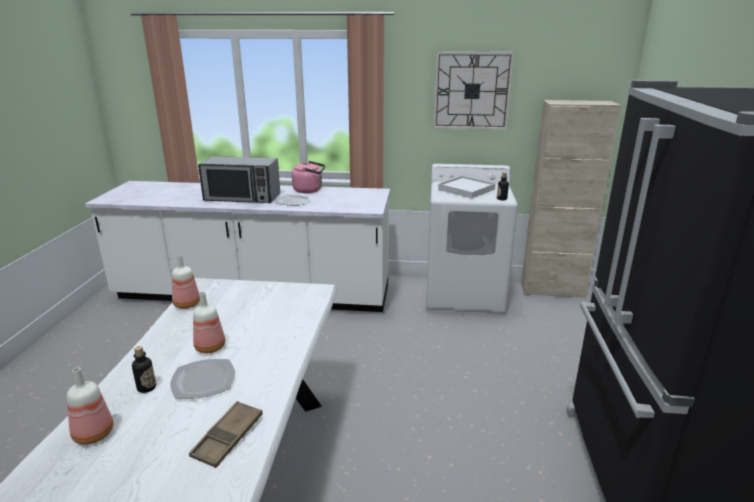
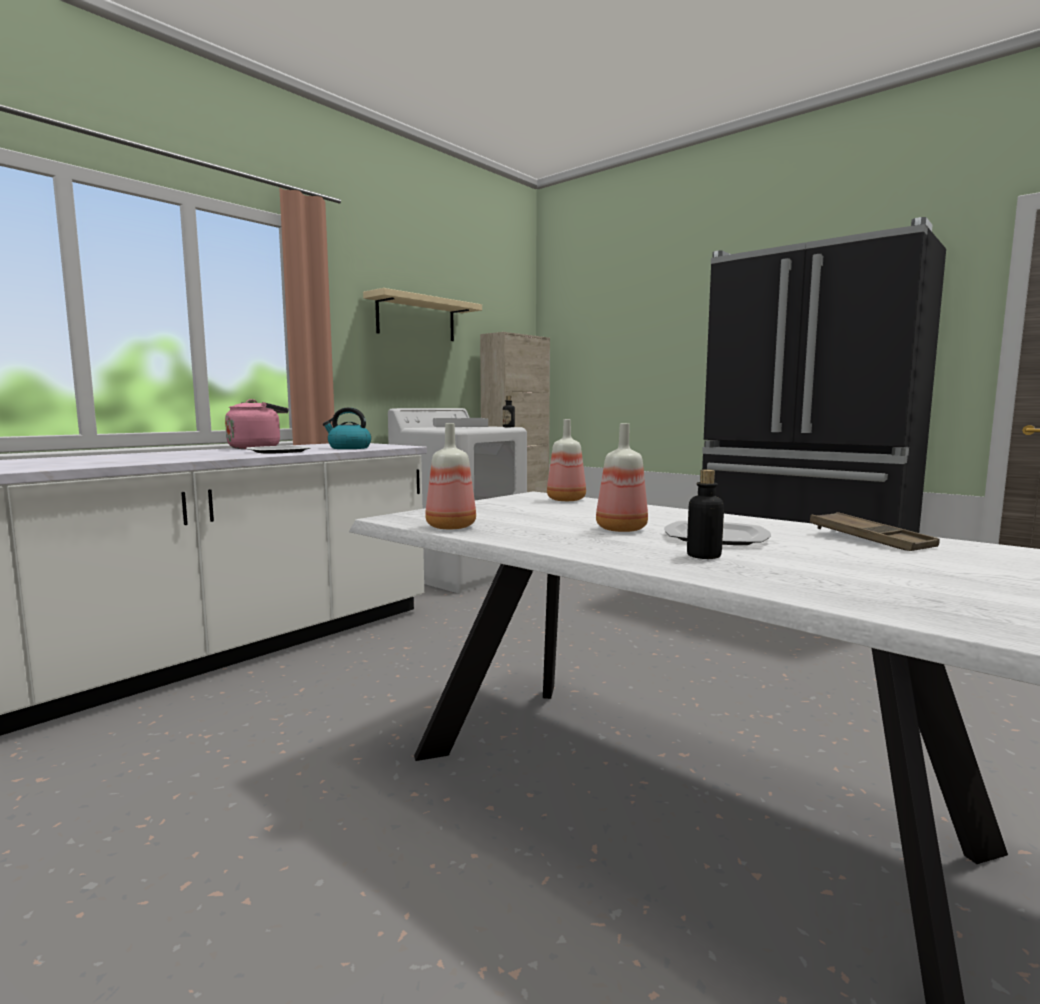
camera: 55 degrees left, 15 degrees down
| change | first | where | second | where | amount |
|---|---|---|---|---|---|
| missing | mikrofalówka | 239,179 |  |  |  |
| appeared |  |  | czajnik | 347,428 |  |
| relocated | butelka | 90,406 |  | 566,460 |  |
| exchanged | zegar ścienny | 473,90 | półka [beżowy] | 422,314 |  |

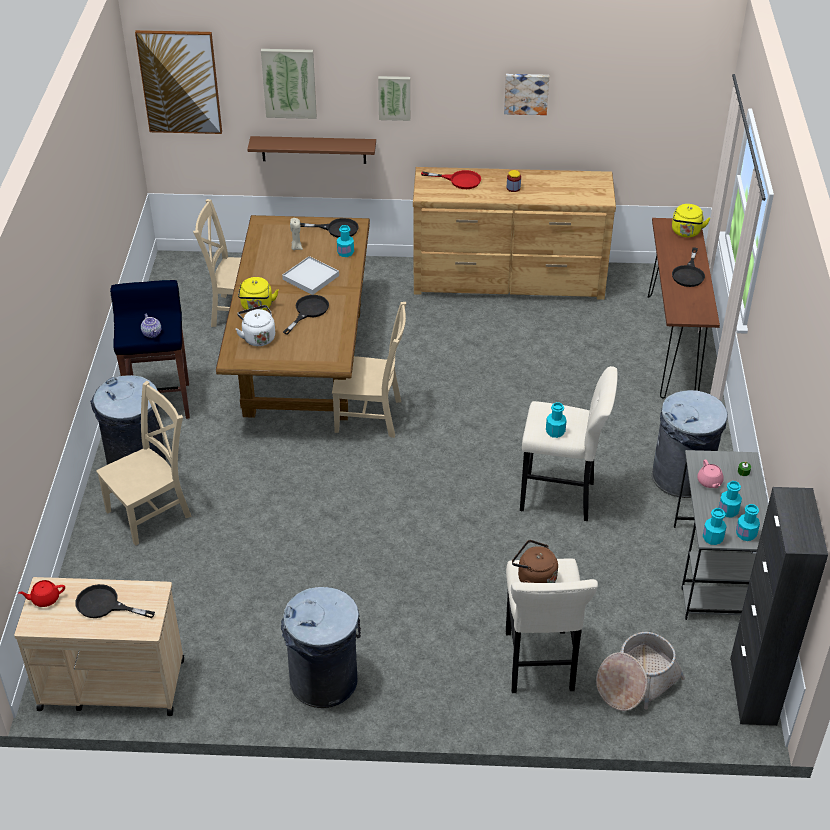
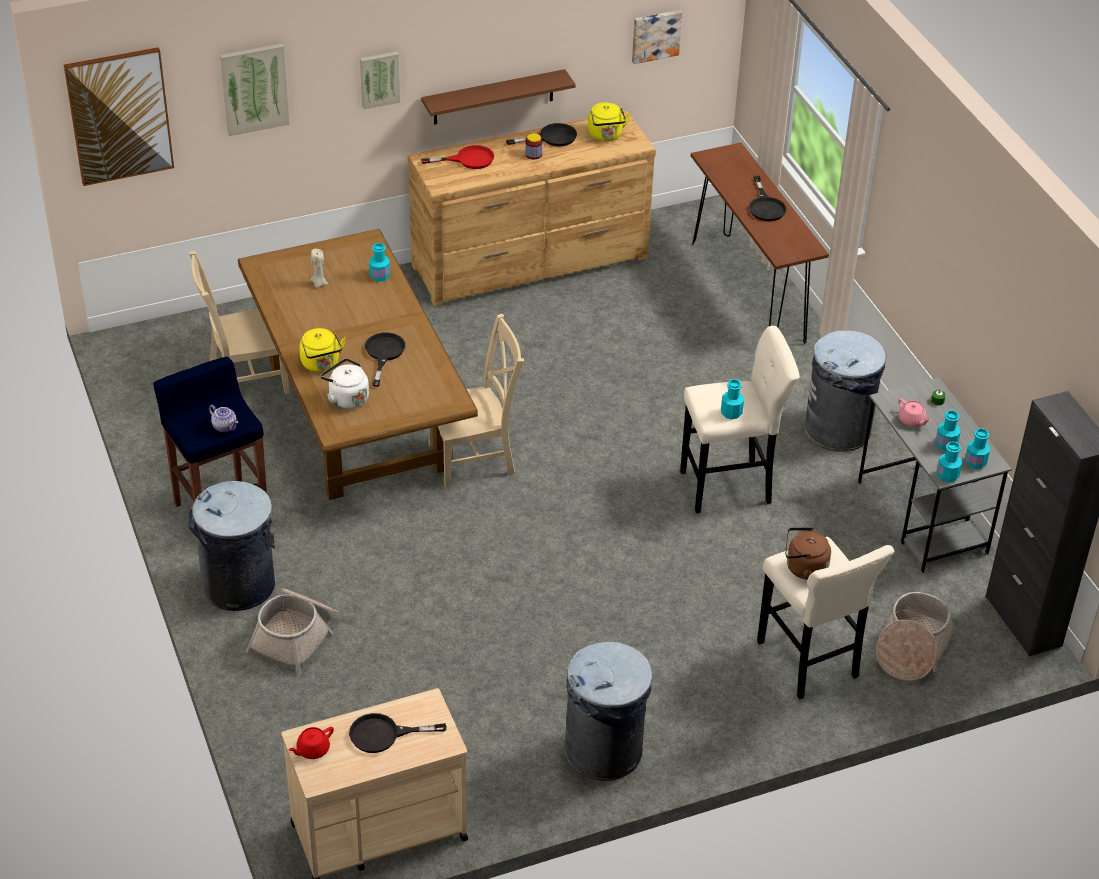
camera: 25 degrees left, 0 degrees up
| change | first | where | second | where | amount |
|---|---|---|---|---|---|
| missing | taca [biały] | 310,275 |  |  |  |
| relocated | półka [brązowy] | 311,150 |  | 498,97 |  |
| relocated | patelnia [czarny] | 329,228 |  | 541,135 |  |
| relocated | obraz | 526,94 |  | 657,37 |  |
| relocated | czajnik [żółty] | 691,220 |  | 609,121 |  |
| exchanged | krzesło [beżowy] | 144,463 | koszyk | 292,631 |  |

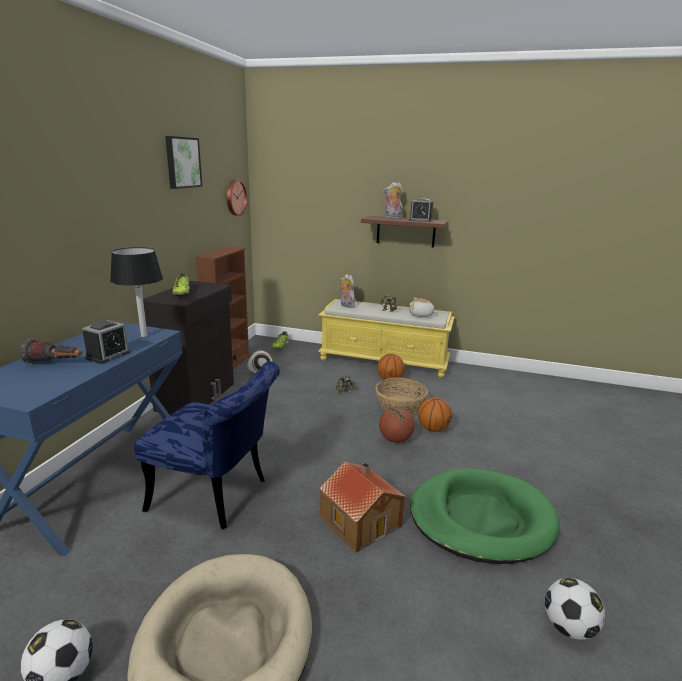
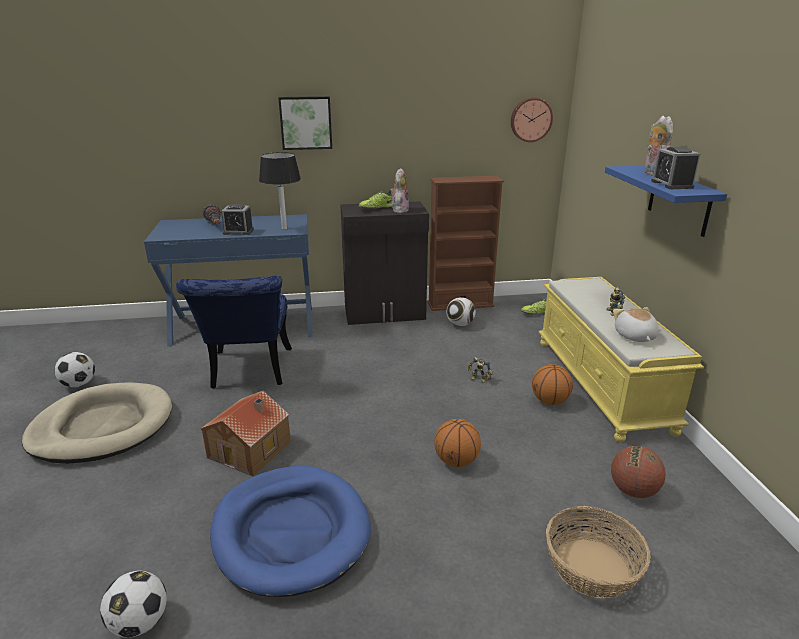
camera: 65 degrees right, 5 degrees up
| change | first | where | second | where | amount |
|---|---|---|---|---|---|
| relocated | obraz | 183,162 |  | 305,123 |  |
| relocated | pluszak | 347,291 |  | 399,190 |  |
| relocated | koszyk | 401,396 |  | 598,552 |  |
| relocated | piłka do koszykówki | 397,425 |  | 638,472 |  |
| colour | półka [brązowy] | 404,232 | półka [niebieski] | 666,201 |  |
| colour | legowisko [zielony] | 485,516 | legowisko [niebieski] | 290,531 |  |

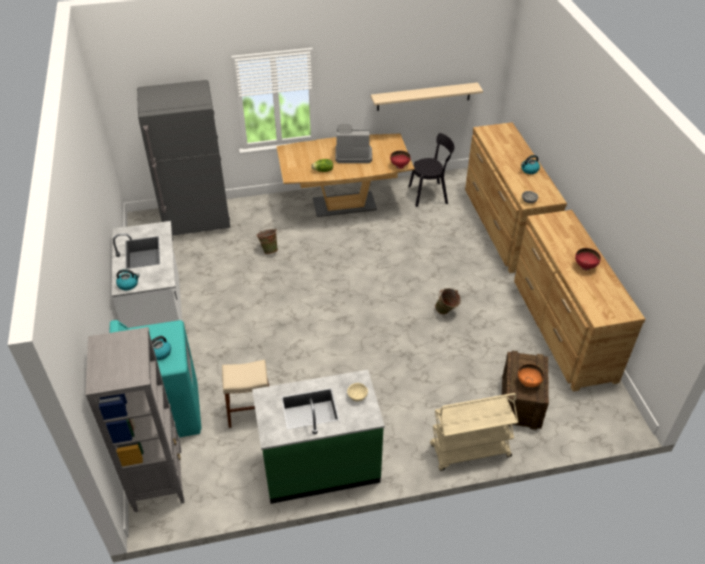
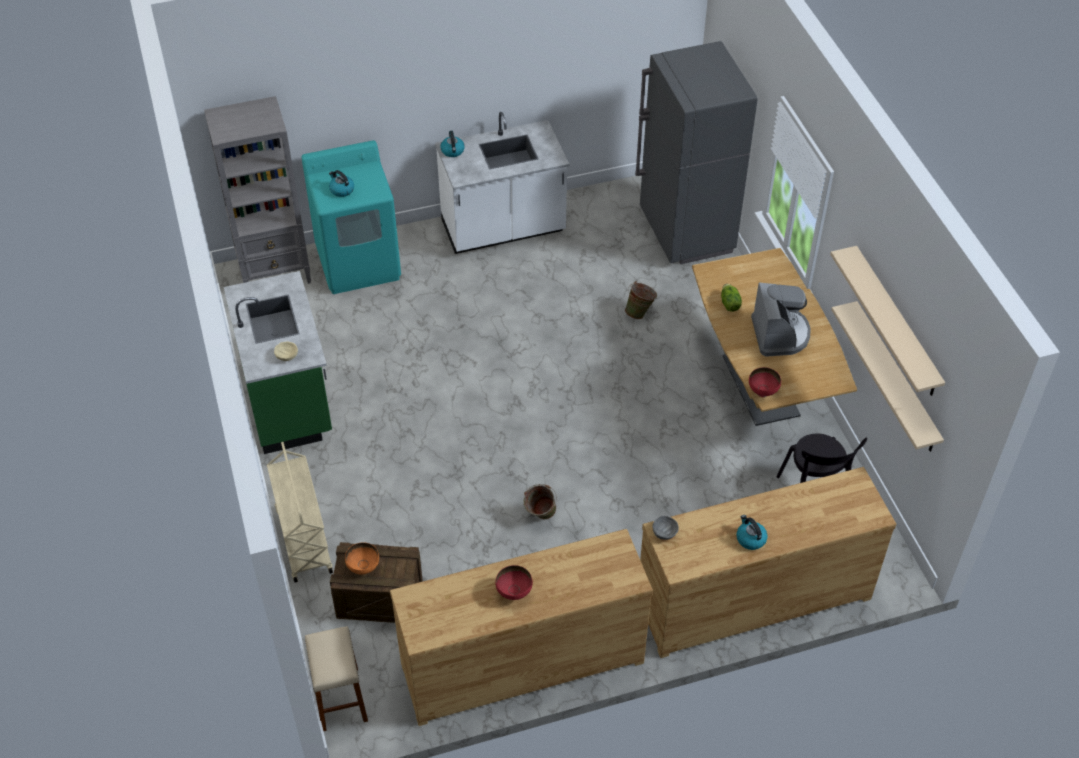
camera: 85 degrees right, 5 degrees up
| change | first | where | second | where | amount |
|---|---|---|---|---|---|
| appeared |  |  | półka [beżowy] | 887,321 |  |
| relocated | stołek [beżowy] | 245,394 |  | 336,678 |  |

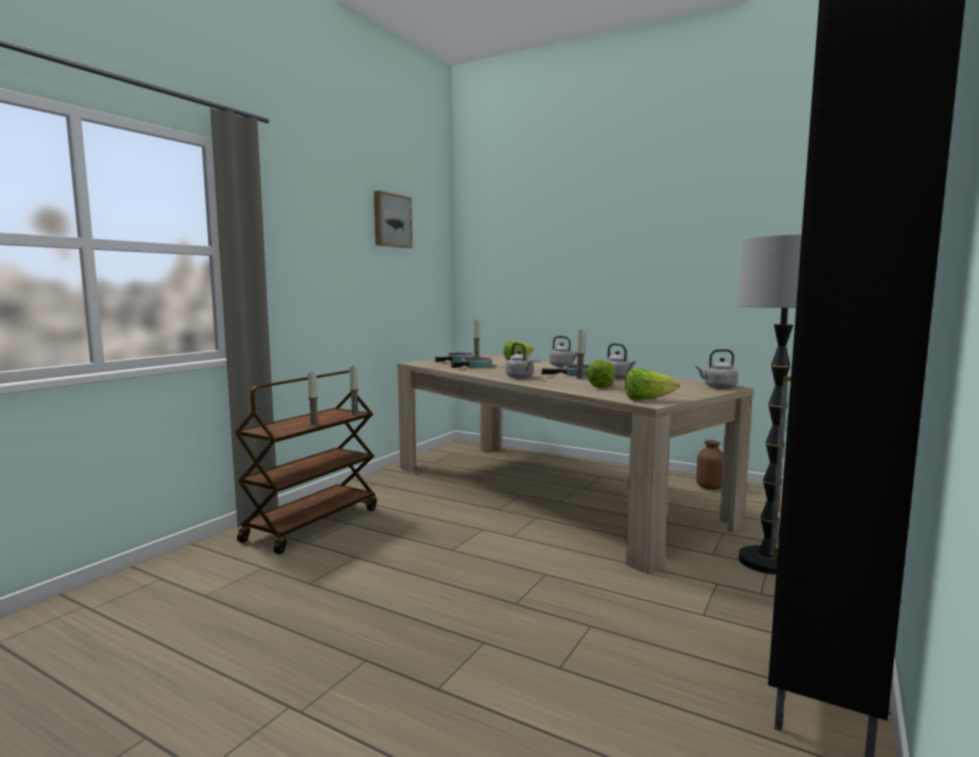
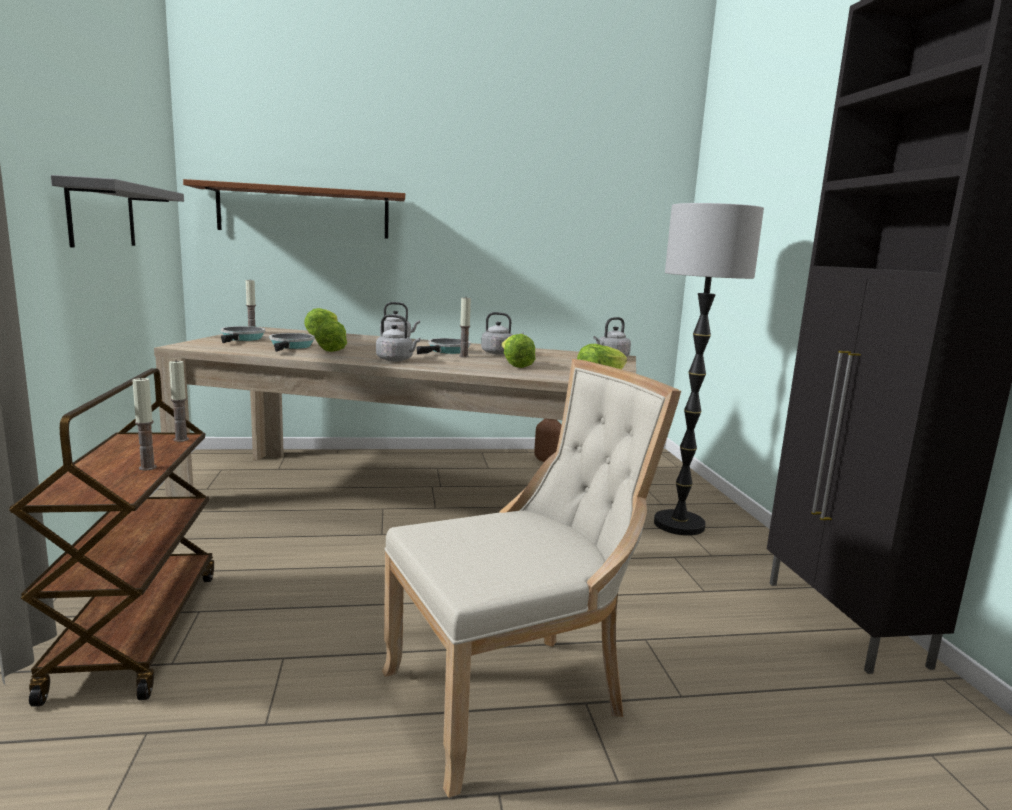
camera: 40 degrees left, 5 degrees up
| change | first | where | second | where | amount |
|---|---|---|---|---|---|
| missing | obraz | 393,219 |  |  |  |
| appeared |  |  | półka [szary] | 117,211 |  |
| appeared |  |  | półka [brązowy] | 294,209 |  |
| appeared |  |  | sałata | 330,335 |  |
| appeared |  |  | krzesło [beżowy] | 531,578 |  |

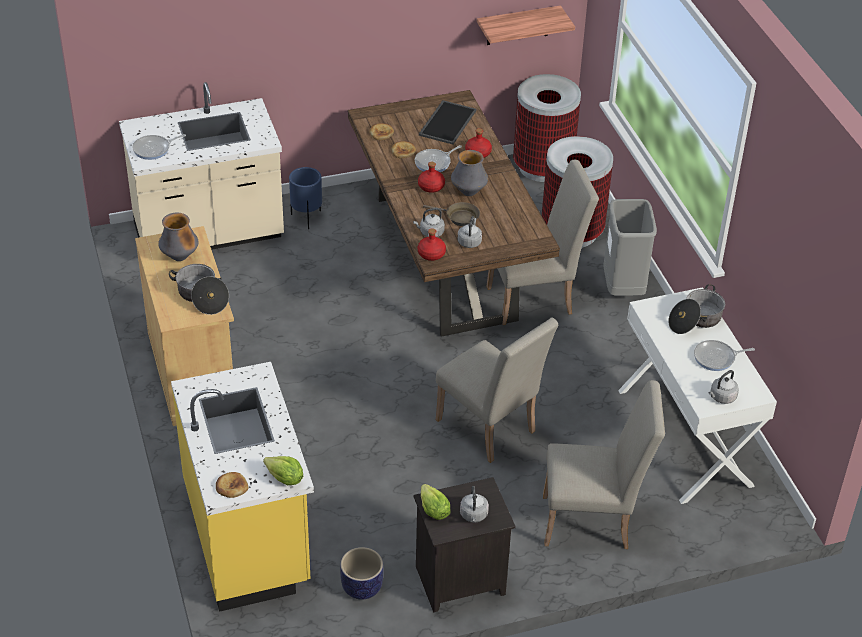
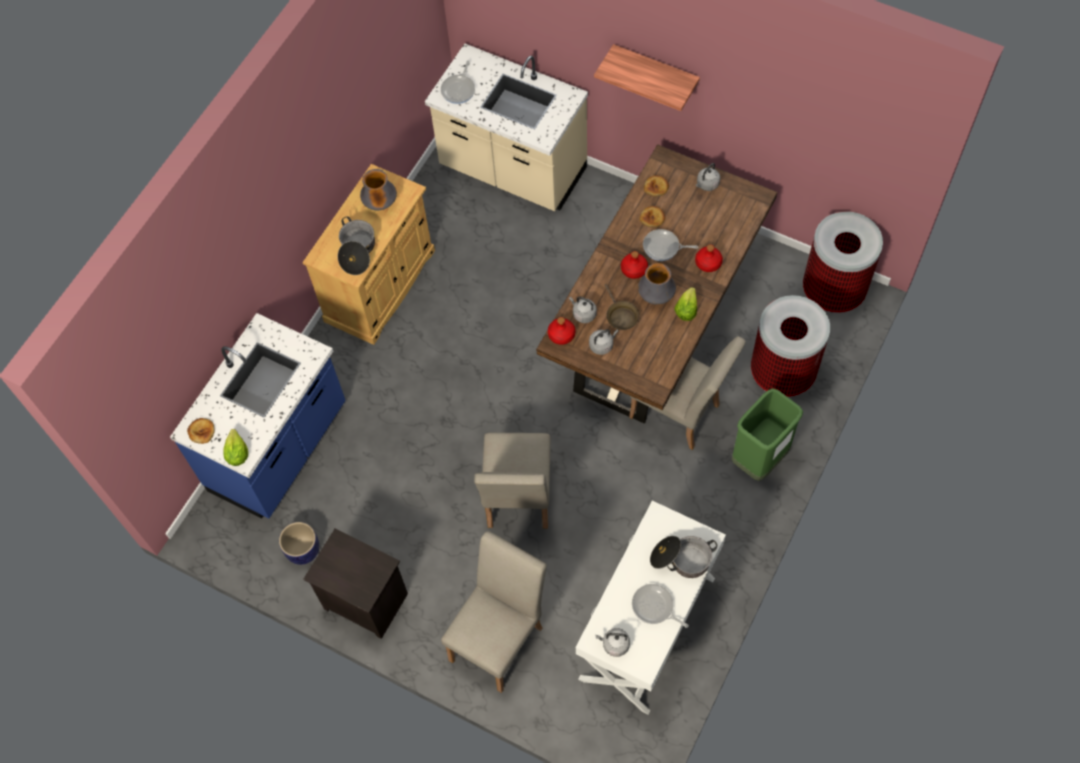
camera: 50 degrees right, 20 degrees up
| change | first | where | second | where | amount |
|---|---|---|---|---|---|
| missing | donica [niebieski] | 305,198 |  |  |  |
| missing | taca | 448,122 |  |  |  |
| relocated | sałata | 436,502 |  | 685,304 |  |
| relocated | czajnik [szary] | 474,504 |  | 708,177 |  |
| relocated | półka | 526,25 |  | 647,77 |  |
| colour | zabudowa kuchenna [żółty] | 242,487 | zabudowa kuchenna [niebieski] | 258,416 |  |
| colour | kosz na śmieci [szary] | 630,247 | kosz na śmieci [zielony] | 767,434 |  |
| spun | patelnia | 159,147 |  | 458,82 | 90 degrees counterclockwise |
| spun | krzesło [beżowy] | 604,464 |  | 494,612 | 105 degrees counterclockwise |

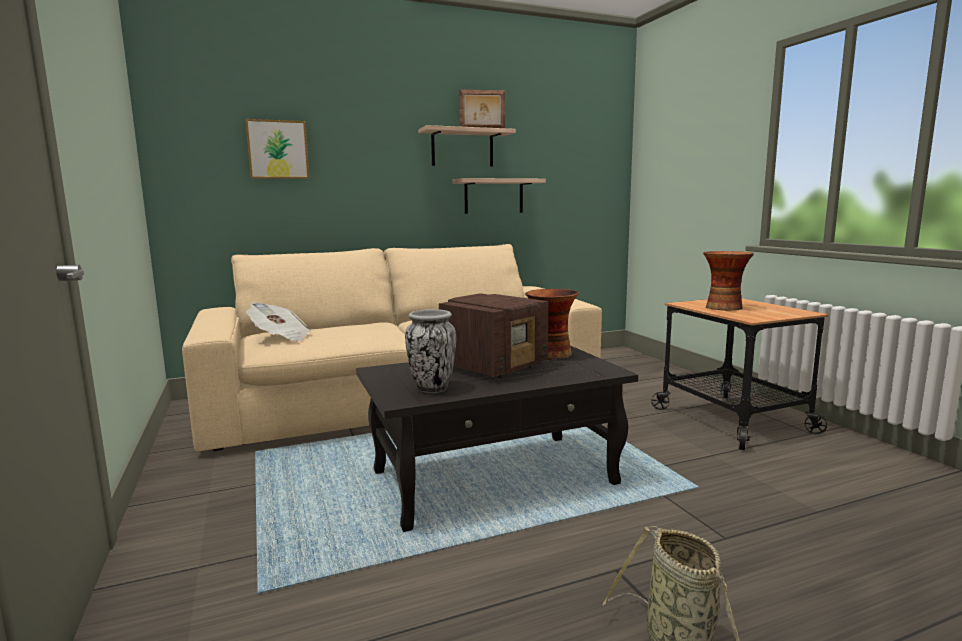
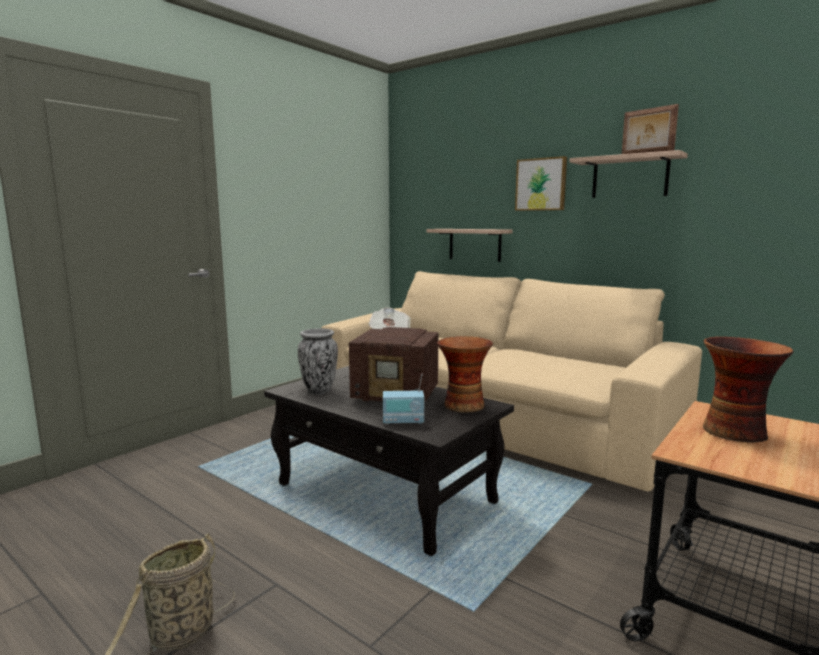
camera: 60 degrees right, 0 degrees up
| change | first | where | second | where | amount |
|---|---|---|---|---|---|
| appeared |  |  | radio | 403,398 |  |
| relocated | obraz | 277,149 |  | 541,183 |  |
| relocated | półka | 499,196 |  | 470,245 |  |

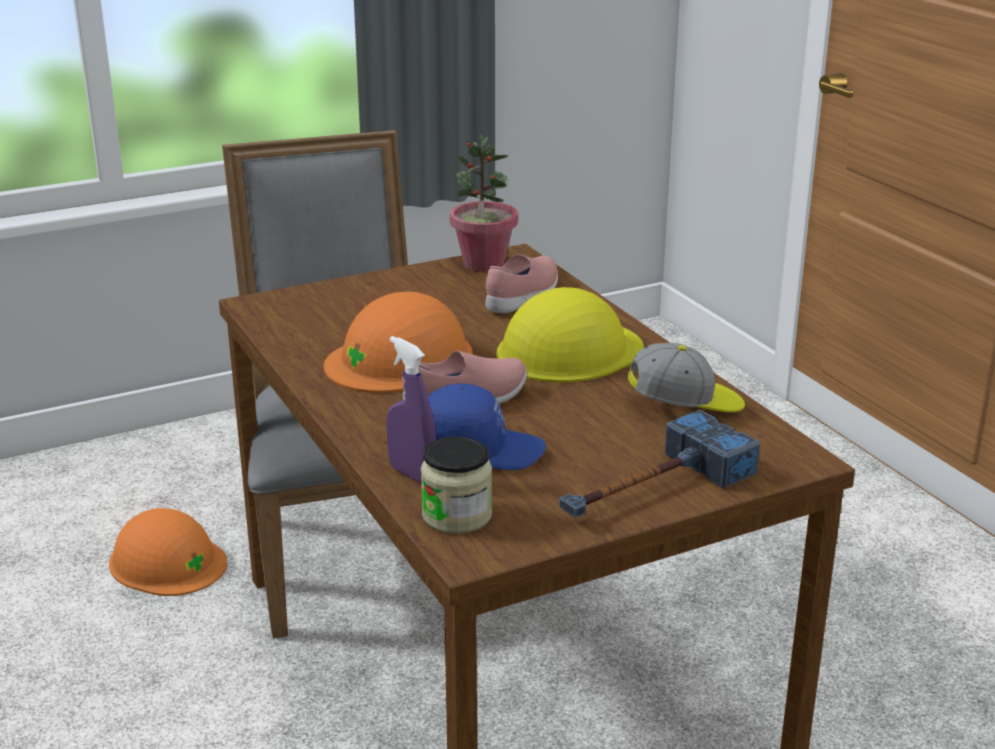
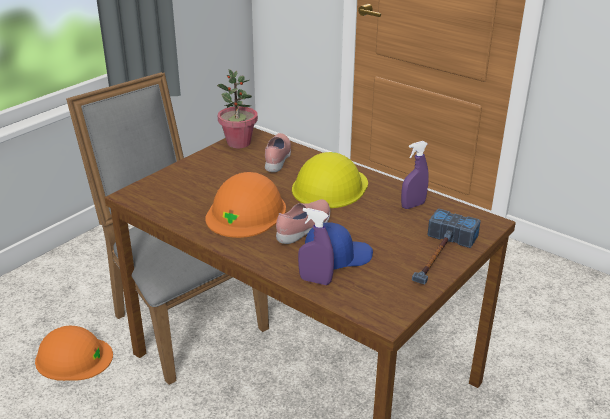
camera: 25 degrees left, 5 degrees up
| change | first | where | second | where | amount |
|---|---|---|---|---|---|
| missing | słoik | 456,485 |  |  |  |
| exchanged | czapka z daszkiem | 686,377 | spryskiwacz [fioletowy] | 415,175 |  |

